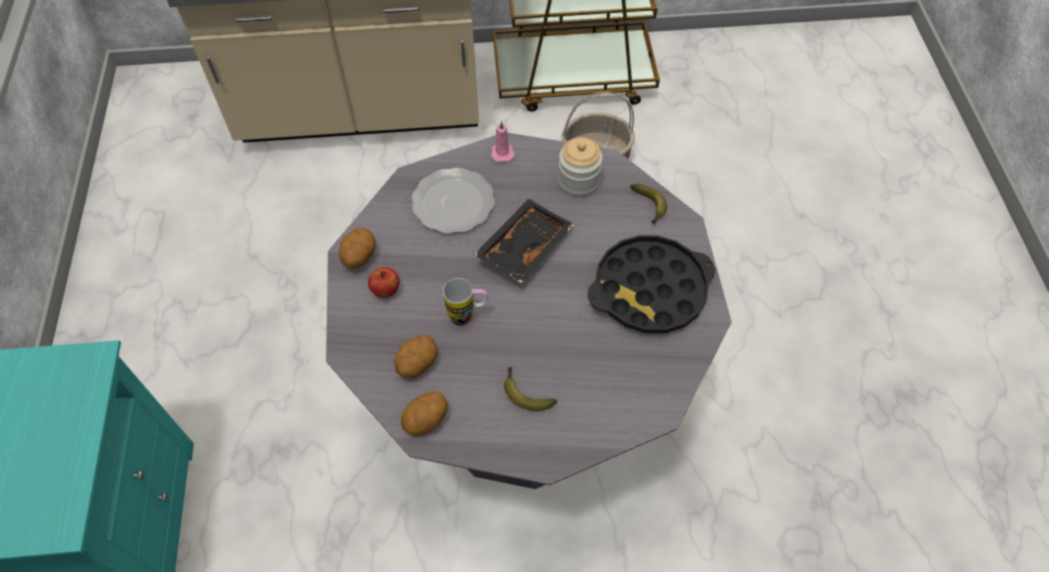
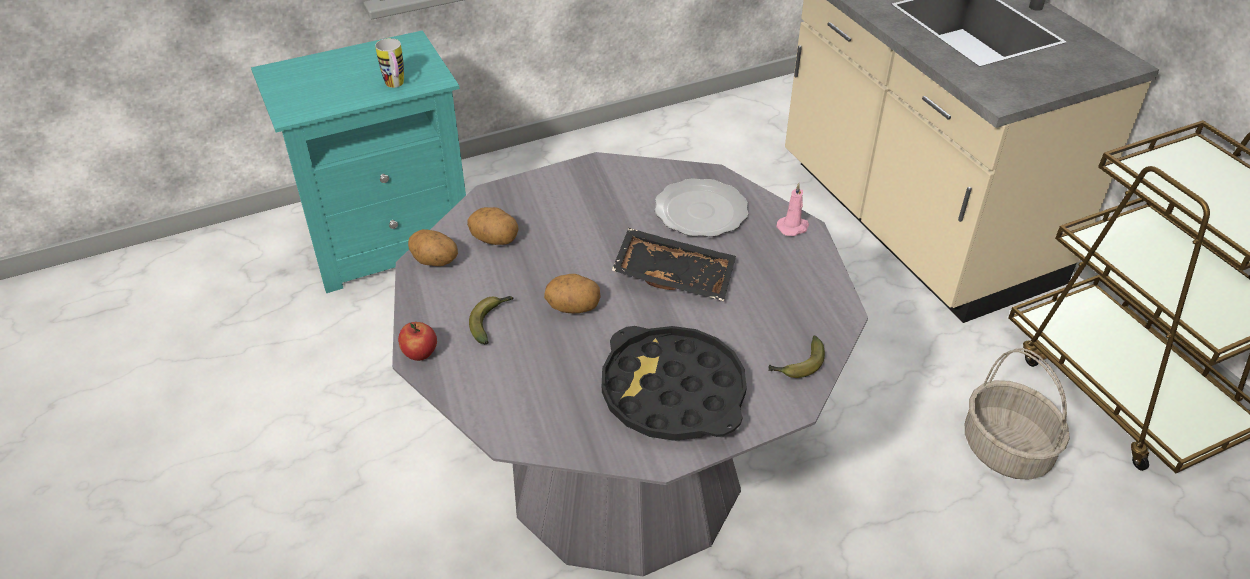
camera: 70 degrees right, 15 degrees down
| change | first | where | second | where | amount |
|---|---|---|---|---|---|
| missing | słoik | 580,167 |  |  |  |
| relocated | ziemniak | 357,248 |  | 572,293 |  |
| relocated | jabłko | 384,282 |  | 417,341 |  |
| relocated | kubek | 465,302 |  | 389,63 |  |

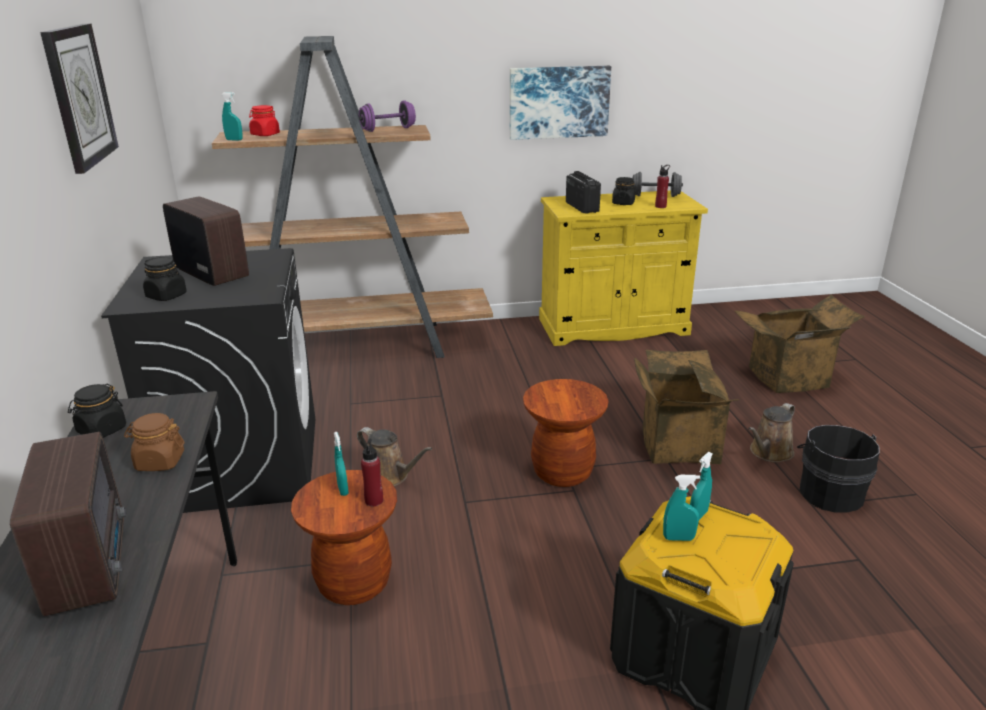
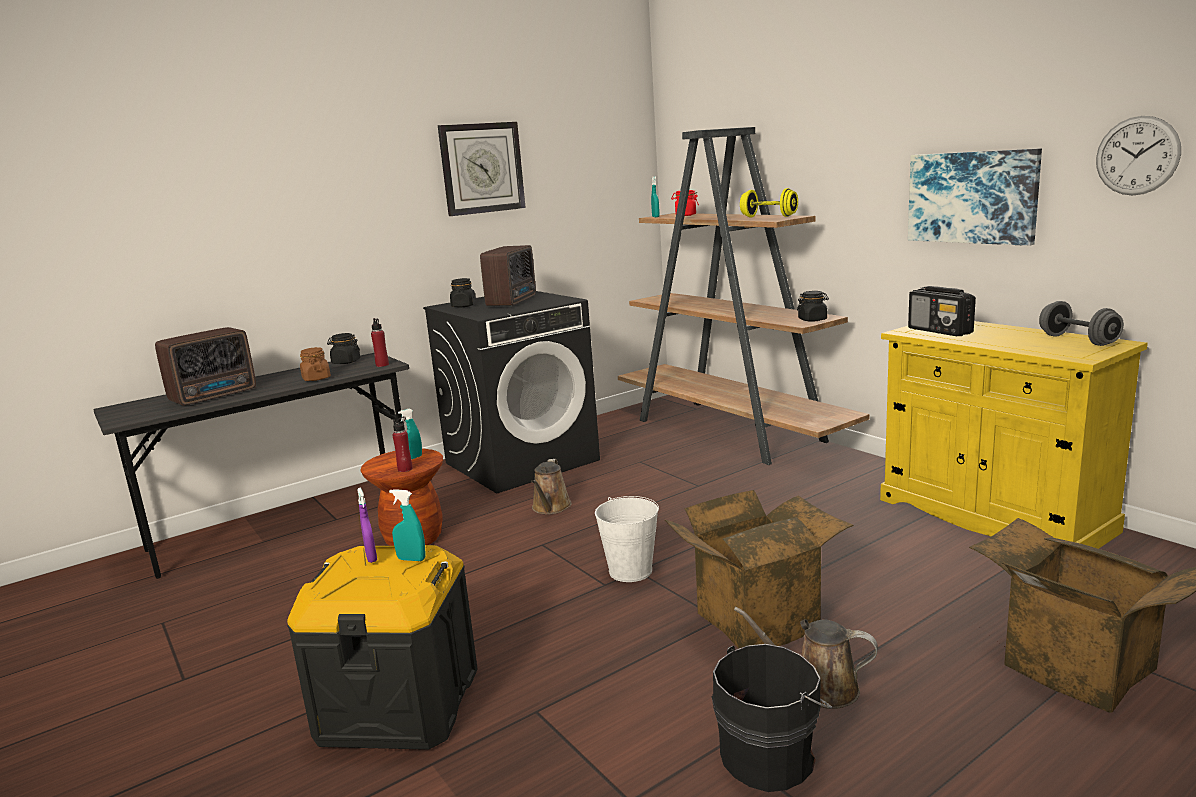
camera: 65 degrees right, 10 degrees down
| change | first | where | second | where | amount |
|---|---|---|---|---|---|
| appeared |  |  | zegar ścienny | 1138,156 |  |
| relocated | słoik [czarny] | 623,191 |  | 813,306 |  |
| relocated | butelka [czerwony] | 662,186 |  | 380,342 |  |
| exchanged | stołek [brązowy] | 566,433 | wiadro [biały] | 627,539 |  |
| colour | hantel [fioletowy] | 387,116 | hantel [żółty] | 769,202 |  |
| colour | spryskiwacz [turkusowy] | 681,508 | spryskiwacz [fioletowy] | 367,525 |  |
| spun | radio | 583,192 |  | 942,311 | 105 degrees clockwise |

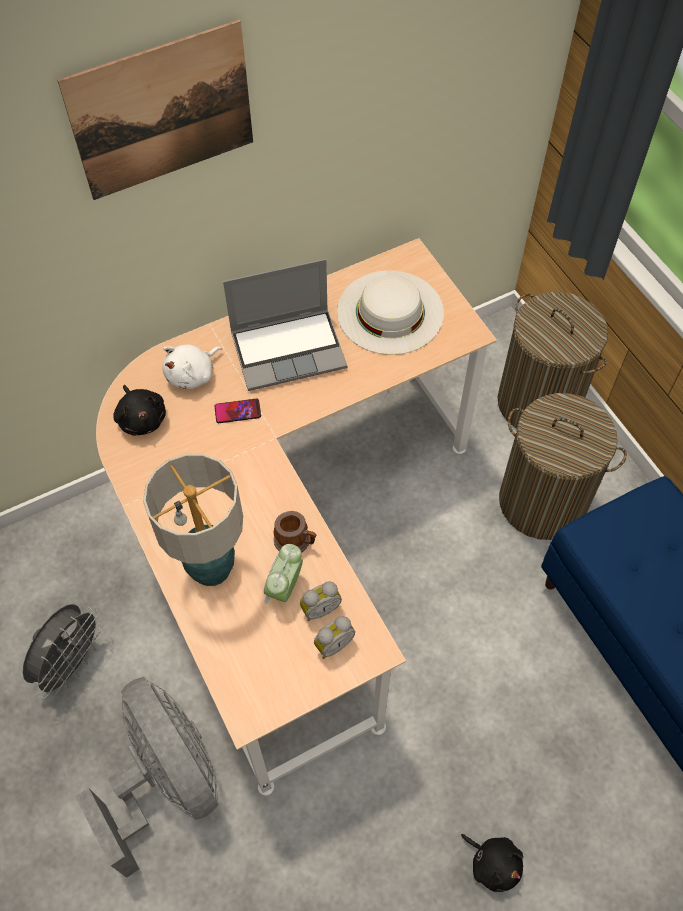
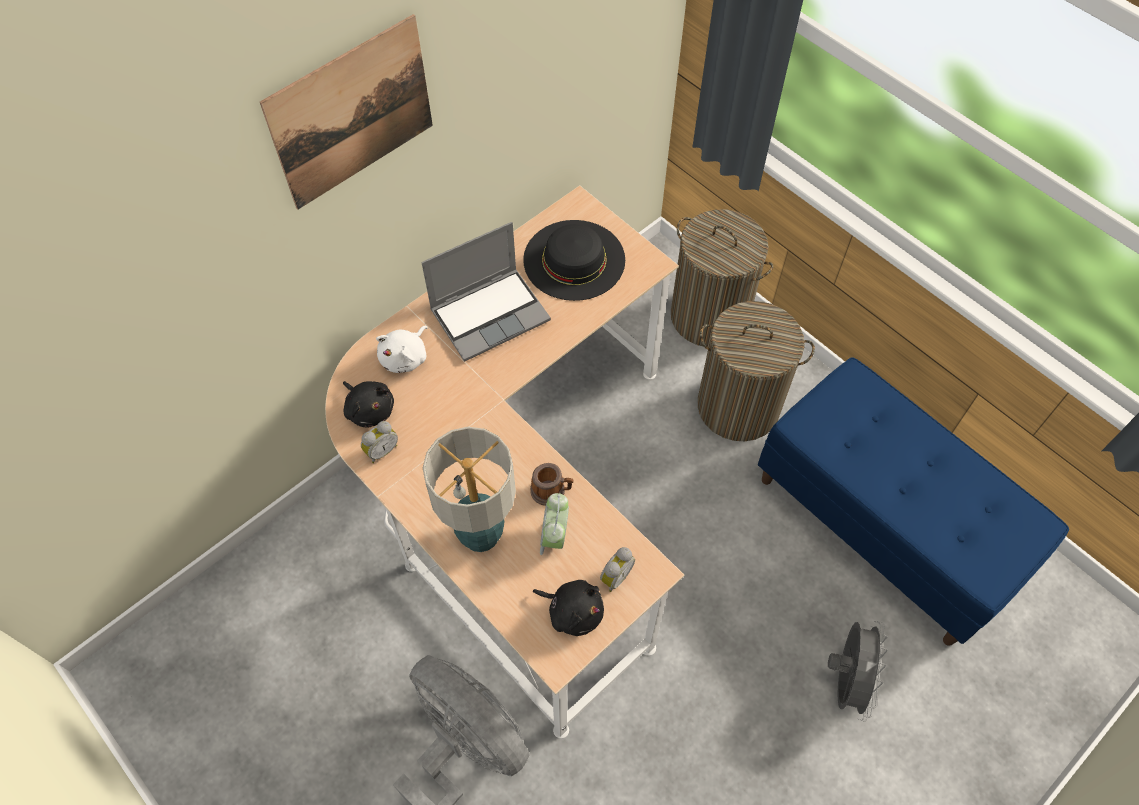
camera: 15 degrees left, 0 degrees up
| change | first | where | second | where | amount |
|---|---|---|---|---|---|
| missing | telefon | 238,411 |  |  |  |
| relocated | wentylator [szary] | 63,651 |  | 858,671 |  |
| relocated | budzik | 321,601 |  | 379,442 |  |
| relocated | pluszak [czarny] | 492,863 |  | 568,608 |  |
| colour | kapelusz [biały] | 390,312 | kapelusz [czarny] | 574,260 |  |

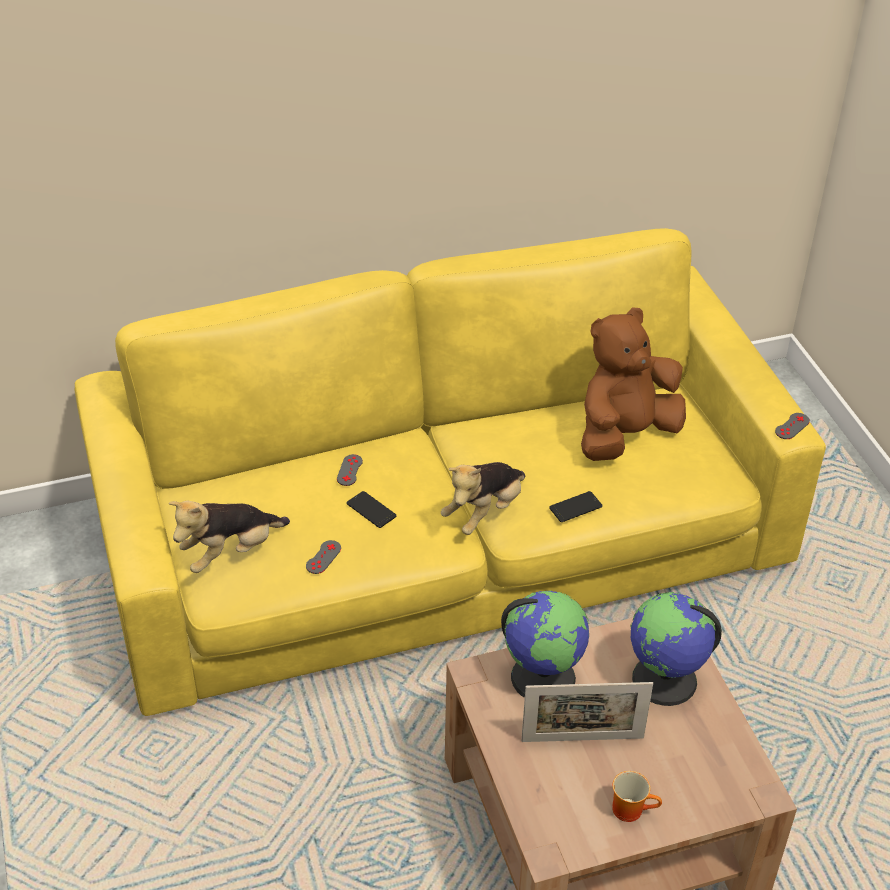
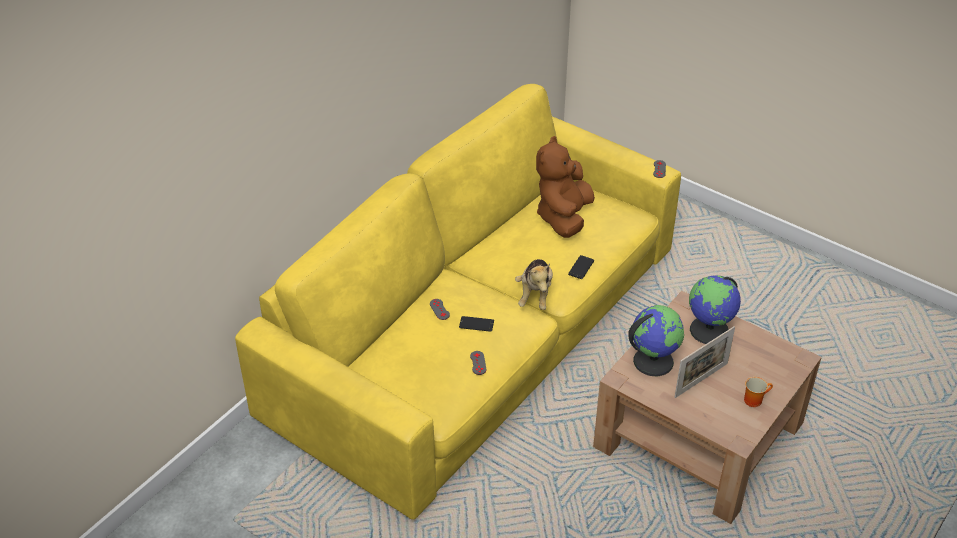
camera: 35 degrees left, 0 degrees up
| change | first | where | second | where | amount |
|---|---|---|---|---|---|
| missing | pluszak | 229,537 |  |  |  |

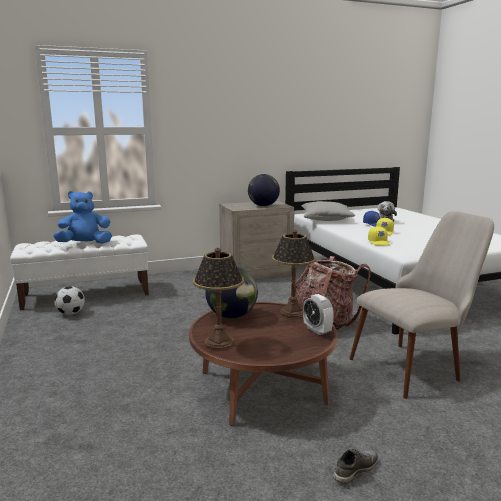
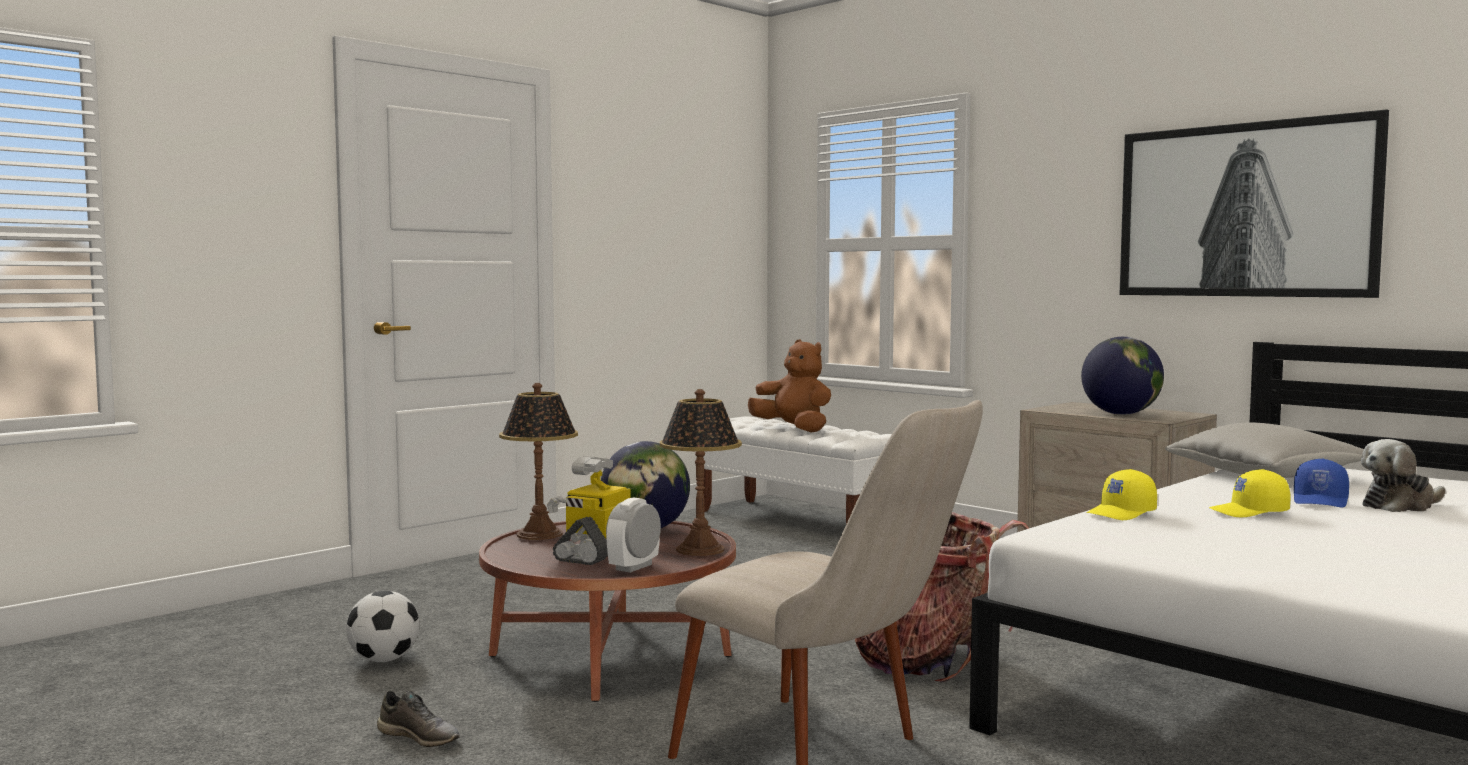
camera: 65 degrees right, 10 degrees down
| change | first | where | second | where | amount |
|---|---|---|---|---|---|
| appeared |  |  | robot zabawkowy | 589,510 |  |
| appeared |  |  | obraz | 1254,203 |  |
| relocated | piłka futbolowa | 69,300 |  | 383,626 |  |
| colour | pluszak [niebieski] | 82,217 | pluszak [brązowy] | 789,385 |  |

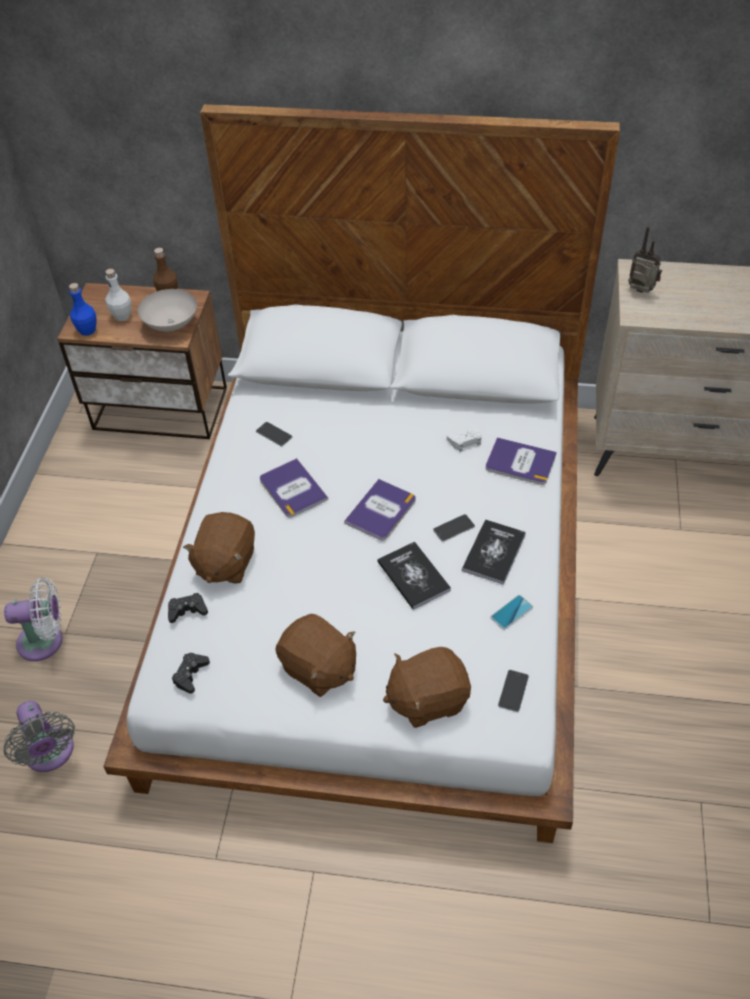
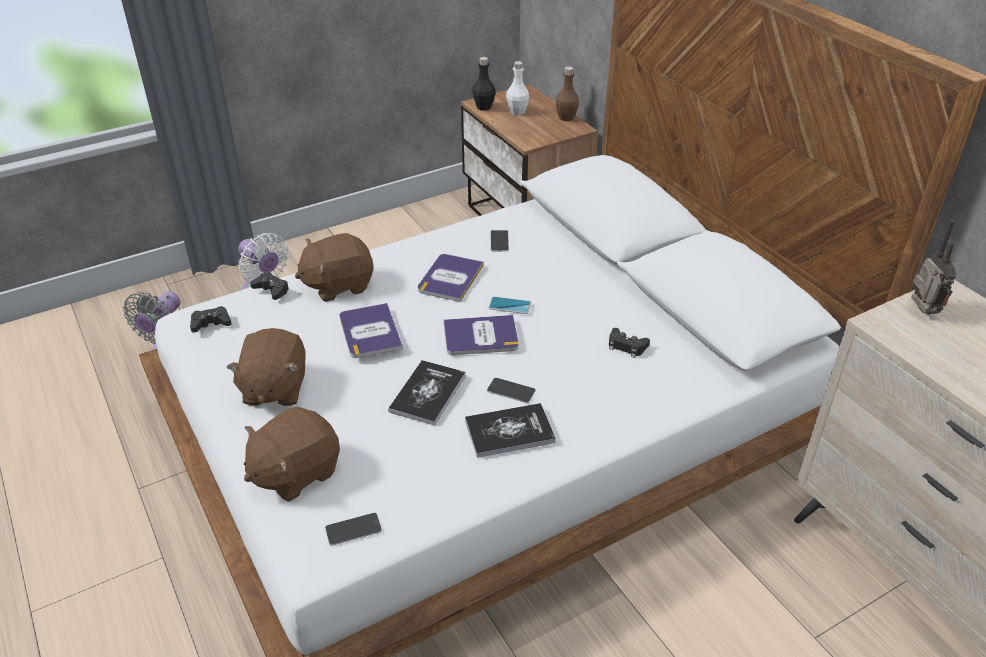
camera: 50 degrees right, 10 degrees down
| change | first | where | second | where | amount |
|---|---|---|---|---|---|
| missing | miska [biały] | 167,310 |  |  |  |
| relocated | książka | 521,461 |  | 371,330 |  |
| relocated | telefon | 511,612 |  | 509,305 |  |
| colour | butelka [niebieski] | 83,309 | butelka [czarny] | 484,84 |  |
| colour | pad do gier [biały] | 464,438 | pad do gier [czarny] | 629,343 |  |
| spun | pluszak [brązowy] | 427,687 |  | 292,454 | 75 degrees counterclockwise |

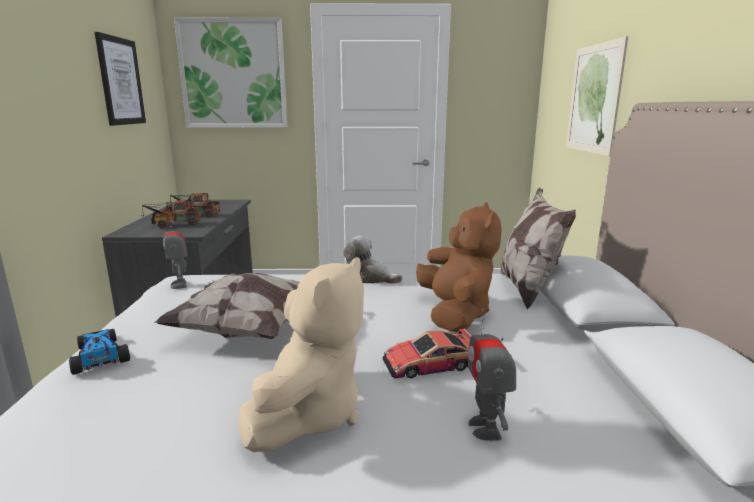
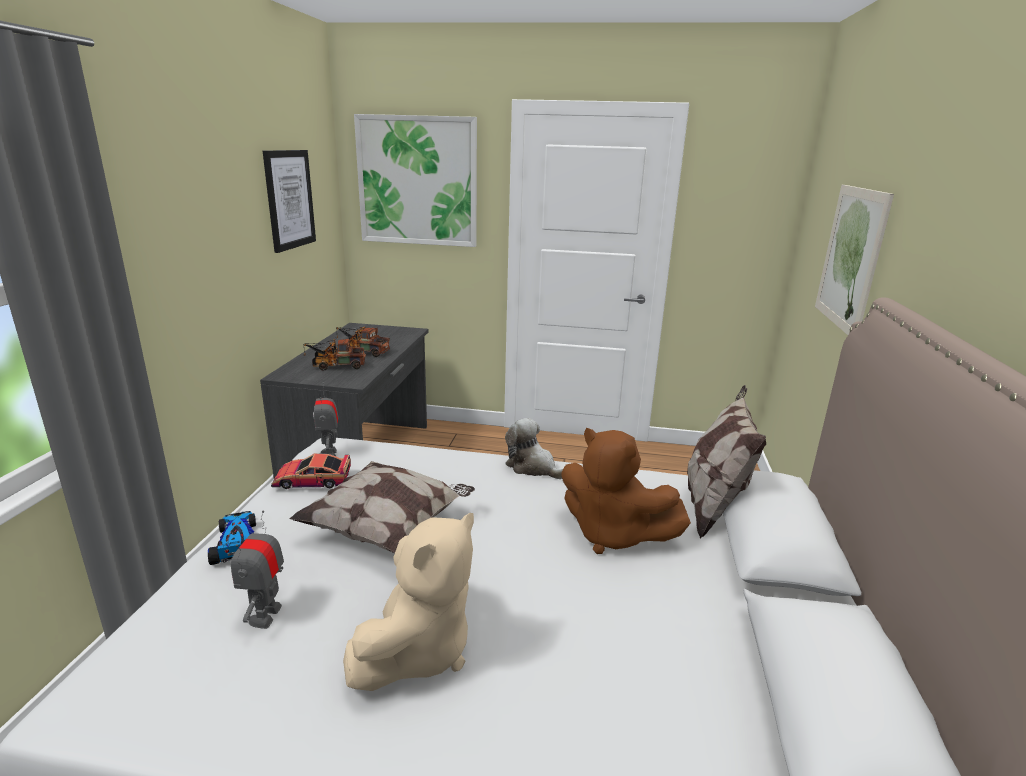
camera: 10 degrees right, 5 degrees up
| change | first | where | second | where | amount |
|---|---|---|---|---|---|
| relocated | samochodzik | 427,354 |  | 311,471 |  |
| relocated | robot zabawkowy | 492,374 |  | 257,570 |  |
| spun | pluszak [brązowy] | 459,267 |  | 626,491 | 120 degrees clockwise |

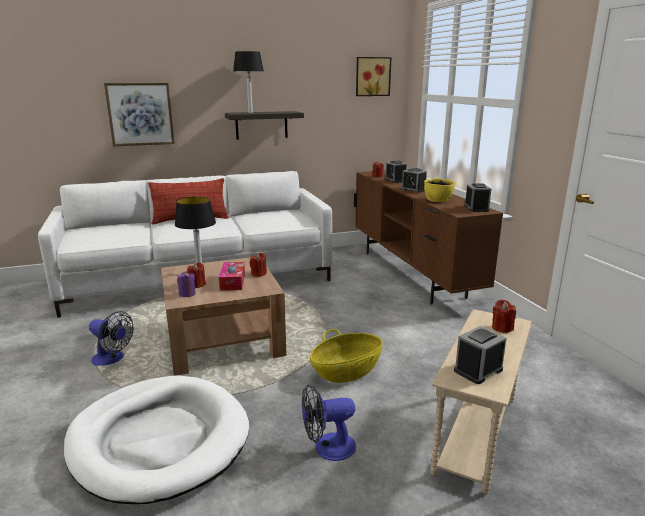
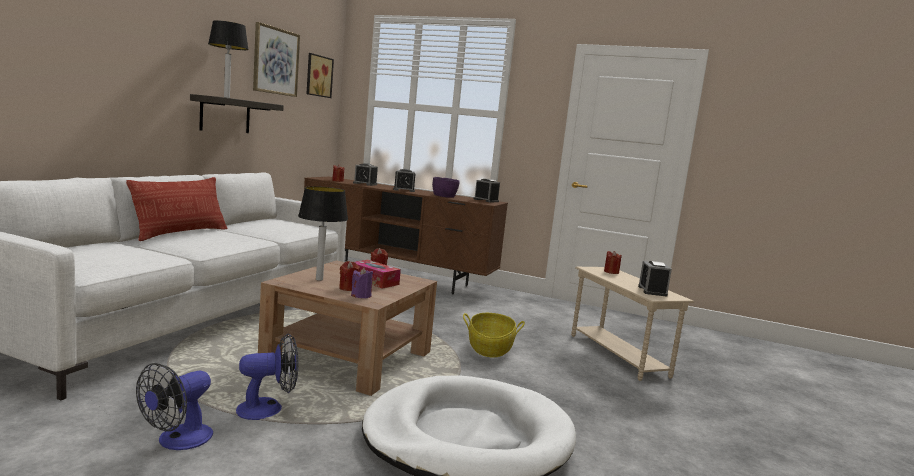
camera: 50 degrees left, 10 degrees down
| change | first | where | second | where | amount |
|---|---|---|---|---|---|
| relocated | obraz | 139,114 |  | 276,59 |  |
| relocated | wentylator | 329,422 |  | 174,406 |  |
| colour | miska [żółty] | 439,190 | miska [fioletowy] | 446,187 |  |

